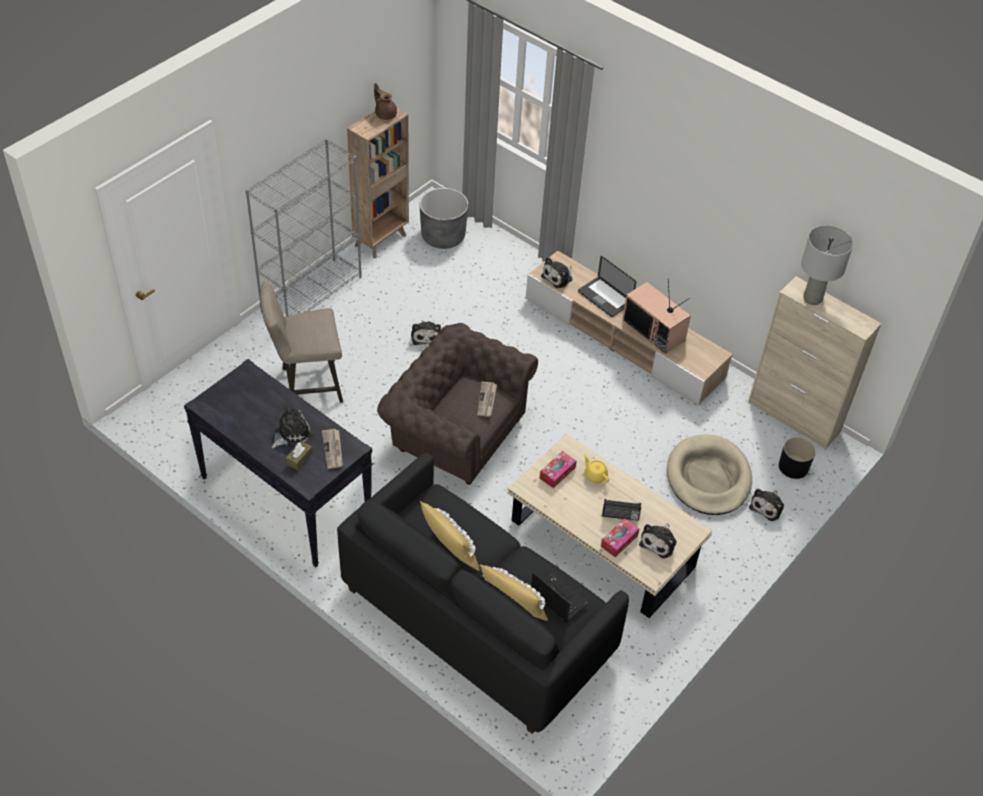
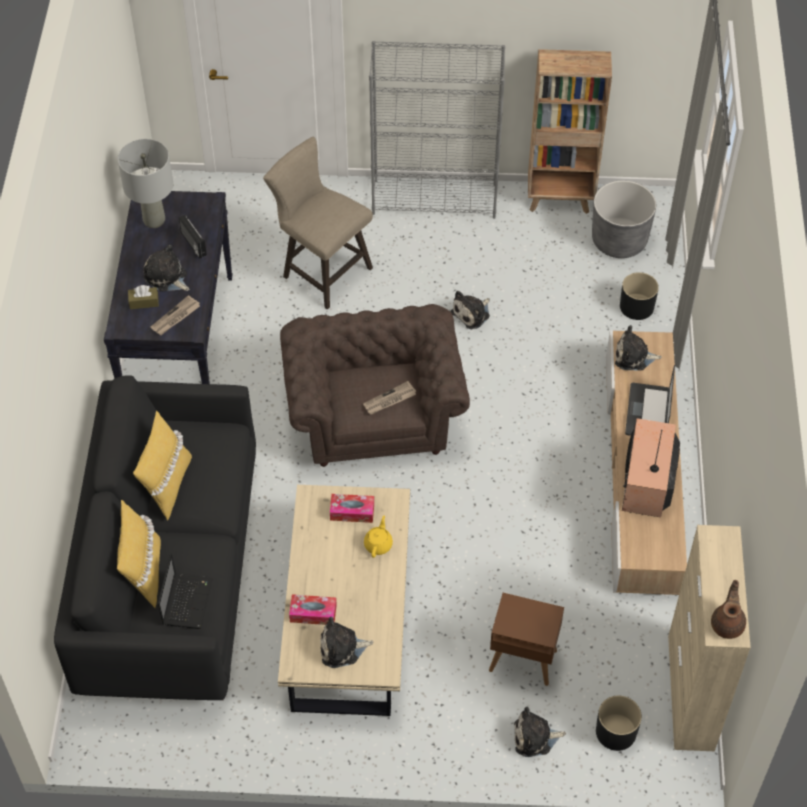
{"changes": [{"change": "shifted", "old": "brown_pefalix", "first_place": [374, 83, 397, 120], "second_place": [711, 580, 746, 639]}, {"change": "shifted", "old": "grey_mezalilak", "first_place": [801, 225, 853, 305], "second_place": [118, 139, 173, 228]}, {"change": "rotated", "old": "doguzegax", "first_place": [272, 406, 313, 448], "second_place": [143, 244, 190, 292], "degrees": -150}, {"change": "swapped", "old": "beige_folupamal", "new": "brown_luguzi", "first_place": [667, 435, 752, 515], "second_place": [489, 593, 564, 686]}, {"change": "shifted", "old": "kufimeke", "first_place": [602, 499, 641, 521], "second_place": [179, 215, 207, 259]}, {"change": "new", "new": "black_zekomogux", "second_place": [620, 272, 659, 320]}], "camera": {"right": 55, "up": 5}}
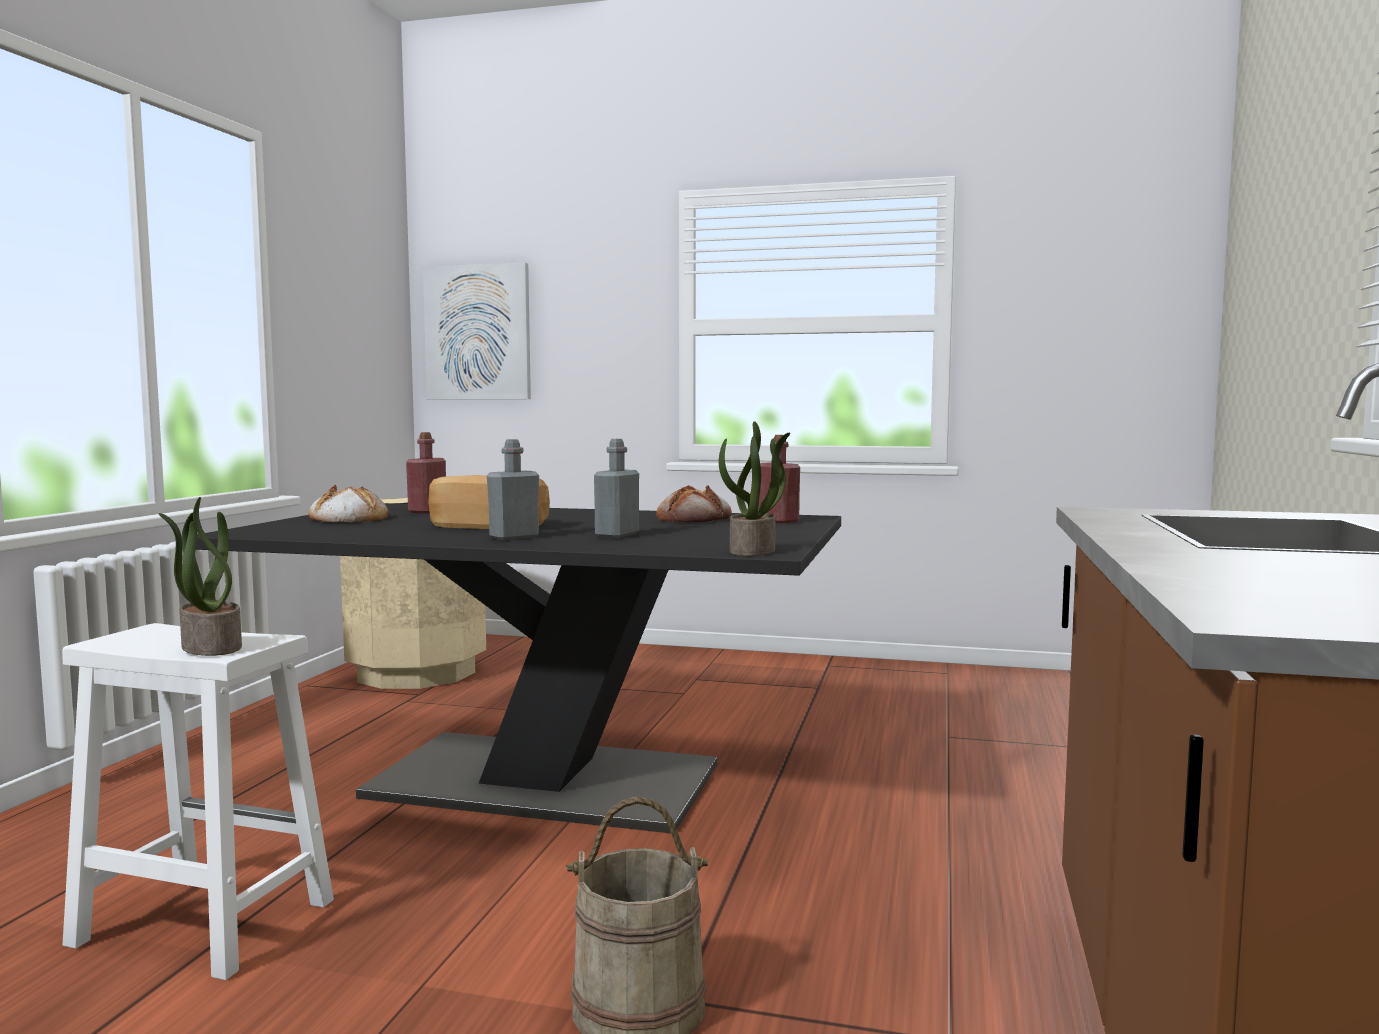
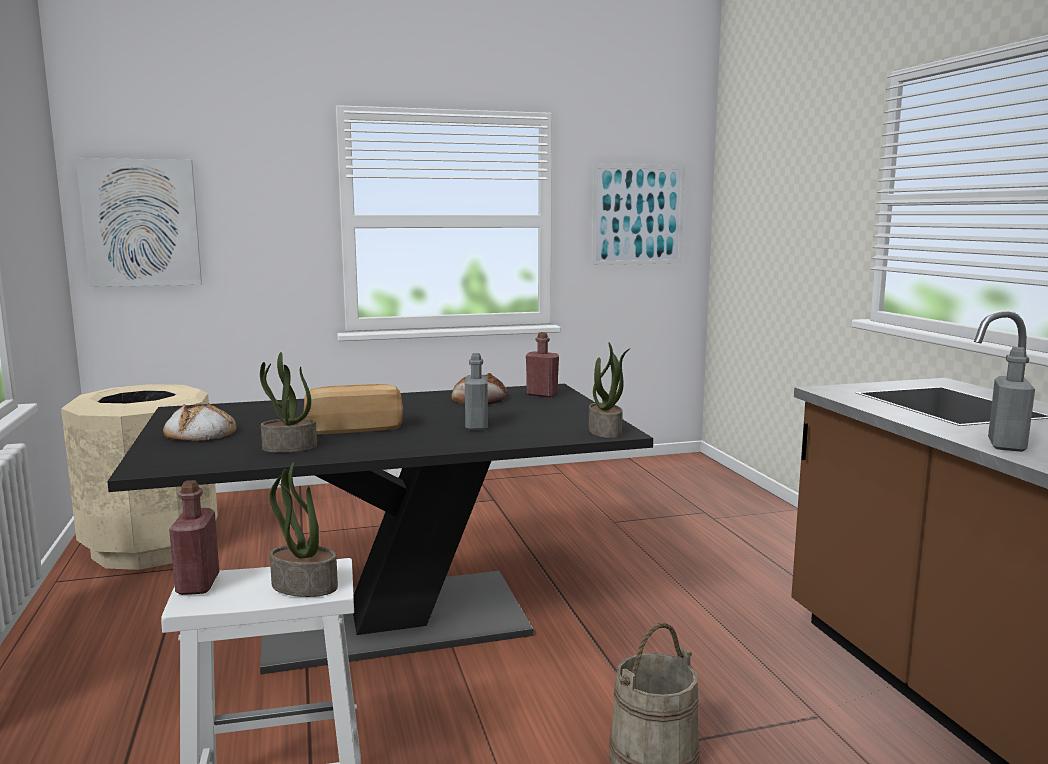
{"changes": [{"change": "shifted", "old": "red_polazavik", "first_place": [406, 432, 446, 514], "second_place": [169, 480, 219, 595]}, {"change": "shifted", "old": "grey_polazavik", "first_place": [487, 439, 539, 540], "second_place": [988, 347, 1035, 452]}, {"change": "new", "new": "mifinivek", "second_place": [592, 164, 685, 265]}, {"change": "new", "new": "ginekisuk", "second_place": [260, 352, 317, 453]}], "camera": {"right": -30, "up": 5}}
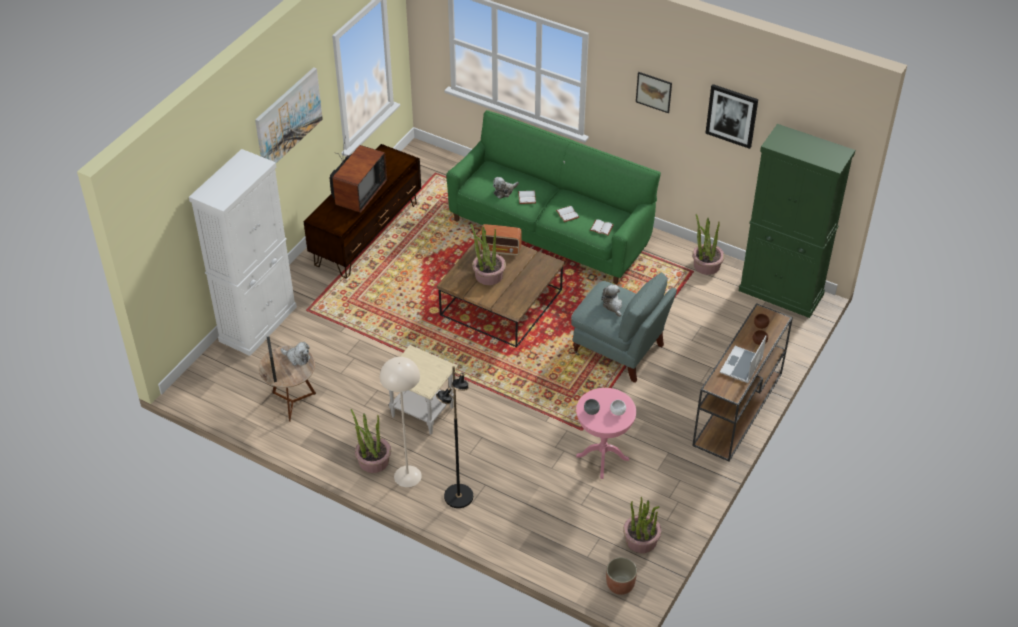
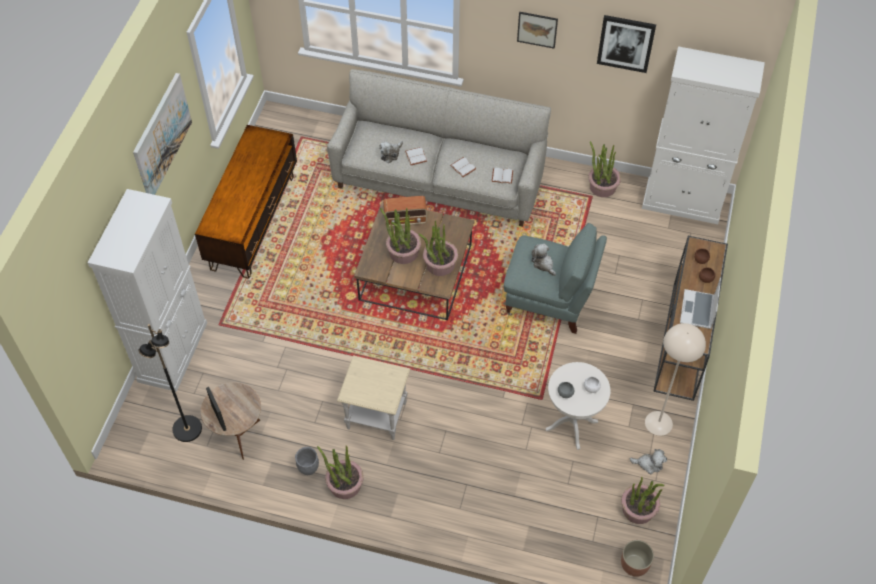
{"changes": [{"change": "repainted", "old": "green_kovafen", "new": "grey_kovafen", "first_place": [446, 110, 661, 284], "second_place": [327, 69, 551, 227]}, {"change": "repainted", "old": "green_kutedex", "new": "white_kutedex", "first_place": [739, 124, 855, 318], "second_place": [642, 46, 765, 224]}, {"change": "gone", "old": "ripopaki", "first_place": [329, 136, 387, 213]}, {"change": "shifted", "old": "doguzegax", "first_place": [280, 342, 311, 366], "second_place": [630, 449, 667, 474]}, {"change": "shifted", "old": "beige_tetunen", "first_place": [380, 357, 422, 487], "second_place": [645, 323, 706, 436]}, {"change": "shifted", "old": "black_tetunen", "first_place": [436, 366, 473, 508], "second_place": [139, 324, 202, 442]}, {"change": "repainted", "old": "pink_luguzi", "new": "white_luguzi", "first_place": [576, 388, 636, 479], "second_place": [545, 362, 610, 450]}, {"change": "new", "new": "ginekisuk", "second_place": [419, 220, 458, 276]}, {"change": "new", "new": "grey_zekomogux", "second_place": [295, 447, 319, 475]}], "camera": {"right": -15, "up": 10}}
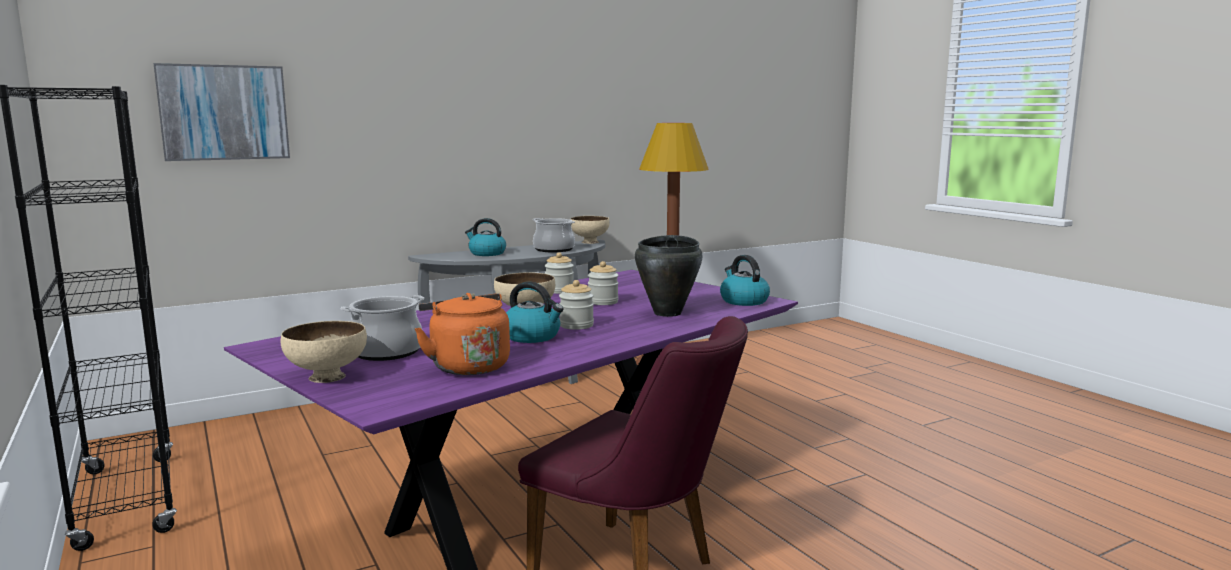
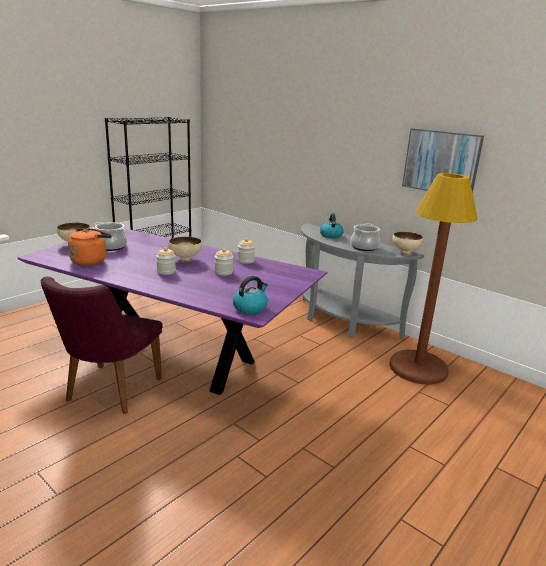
{"changes": [{"change": "shifted", "old": "mifinivek", "first_place": [153, 63, 290, 161], "second_place": [402, 128, 484, 193]}, {"change": "gone", "old": "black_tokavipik", "first_place": [635, 235, 702, 317]}, {"change": "gone", "old": "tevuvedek", "first_place": [506, 282, 564, 343]}], "camera": {"right": 70, "up": 10}}
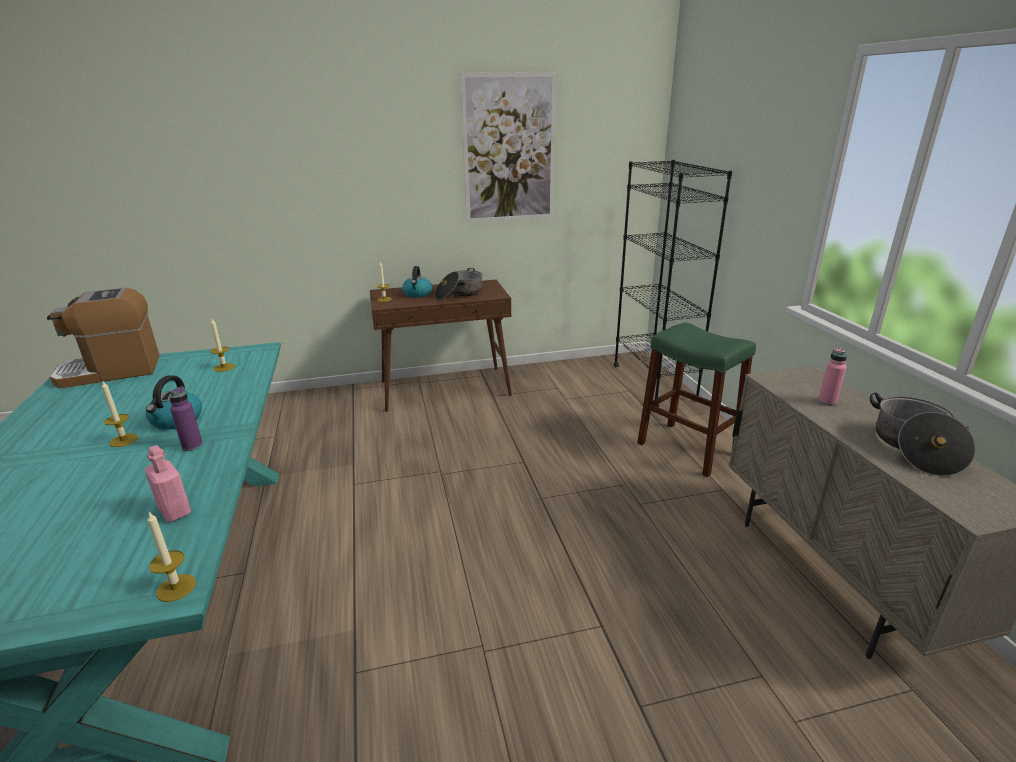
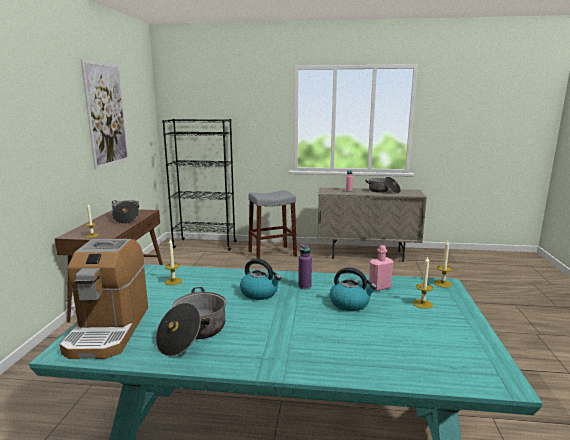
{"changes": [{"change": "shifted", "old": "tevuvedek", "first_place": [402, 266, 432, 298], "second_place": [330, 267, 377, 311]}, {"change": "repainted", "old": "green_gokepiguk", "new": "grey_gokepiguk", "first_place": [637, 322, 756, 477], "second_place": [248, 190, 297, 259]}, {"change": "shifted", "old": "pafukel", "first_place": [102, 380, 138, 447], "second_place": [413, 257, 433, 309]}, {"change": "new", "new": "tokavipik", "second_place": [156, 287, 226, 357]}], "camera": {"right": -70, "up": -10}}
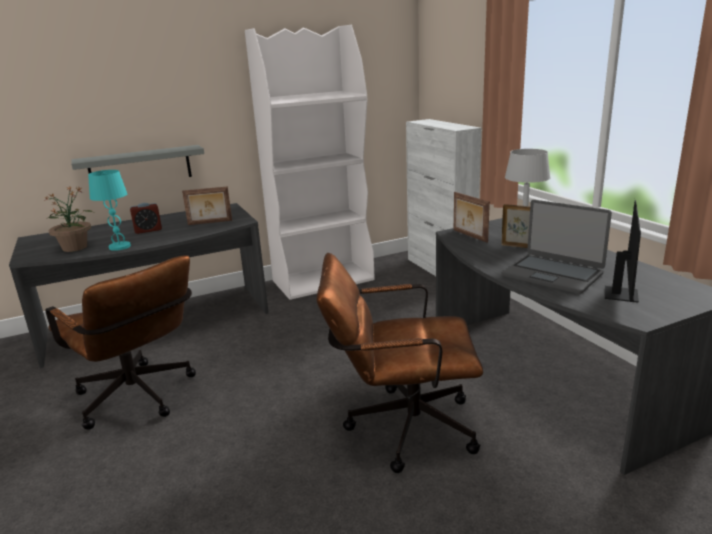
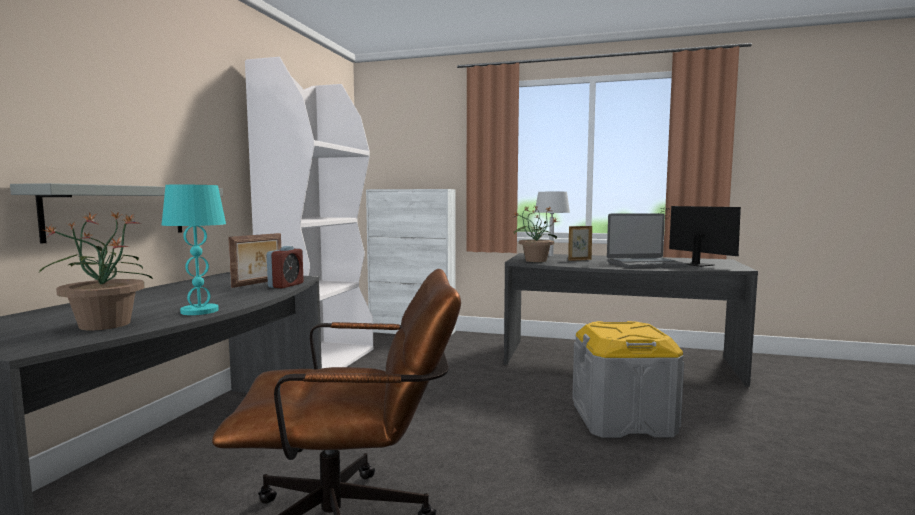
{"changes": [{"change": "swapped", "old": "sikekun", "new": "ginekisuk", "first_place": [454, 192, 490, 243], "second_place": [513, 205, 559, 262]}, {"change": "shifted", "old": "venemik", "first_place": [130, 203, 162, 234], "second_place": [267, 246, 304, 289]}, {"change": "swapped", "old": "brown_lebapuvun", "new": "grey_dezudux", "first_place": [317, 253, 483, 473], "second_place": [572, 321, 684, 438]}], "camera": {"right": -50, "up": -15}}
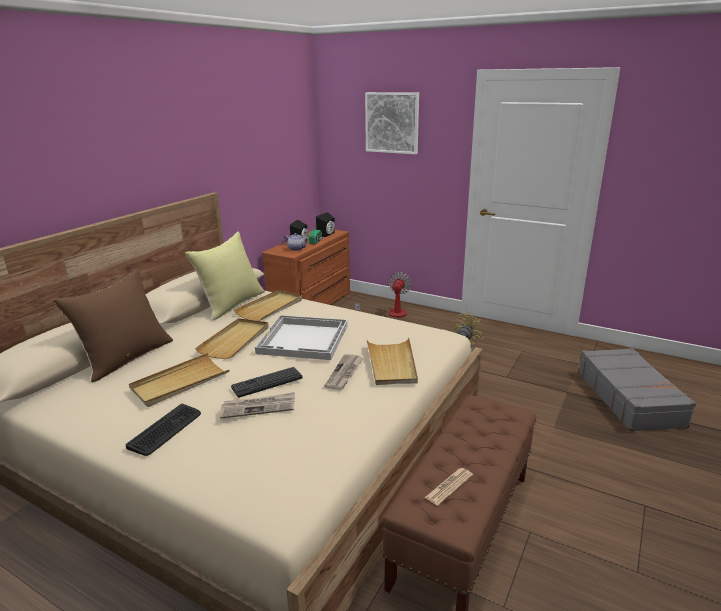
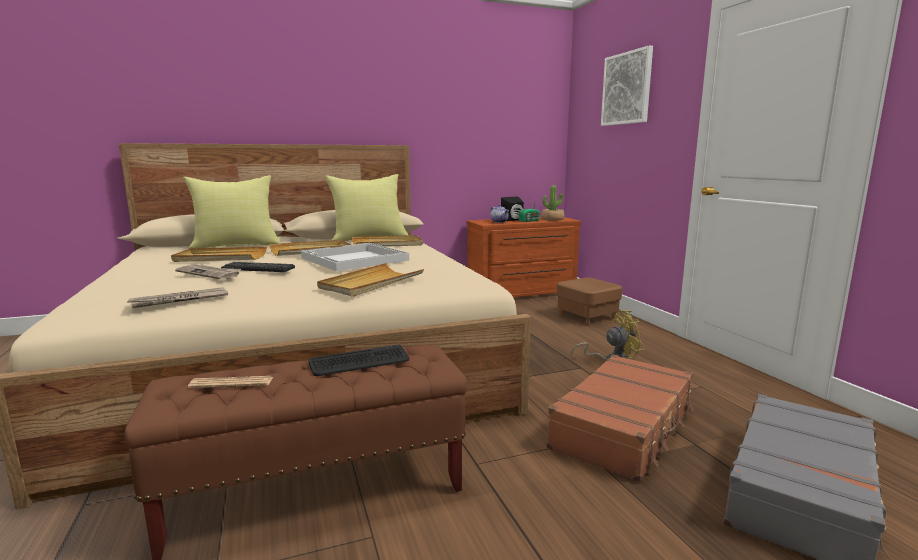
{"changes": [{"change": "swapped", "old": "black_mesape", "new": "ginekisuk", "first_place": [316, 212, 335, 237], "second_place": [541, 185, 564, 221]}, {"change": "repainted", "old": "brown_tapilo", "new": "yellow_tapilo", "first_place": [53, 268, 173, 382], "second_place": [184, 175, 281, 249]}, {"change": "swapped", "old": "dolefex", "new": "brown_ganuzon", "first_place": [355, 272, 412, 319], "second_place": [556, 278, 622, 325]}, {"change": "shifted", "old": "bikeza", "first_place": [324, 354, 364, 390], "second_place": [127, 287, 228, 308]}, {"change": "shifted", "old": "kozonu", "first_place": [126, 404, 201, 456], "second_place": [308, 345, 409, 376]}, {"change": "new", "new": "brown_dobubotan", "second_place": [546, 354, 694, 482]}], "camera": {"right": 40, "up": -10}}
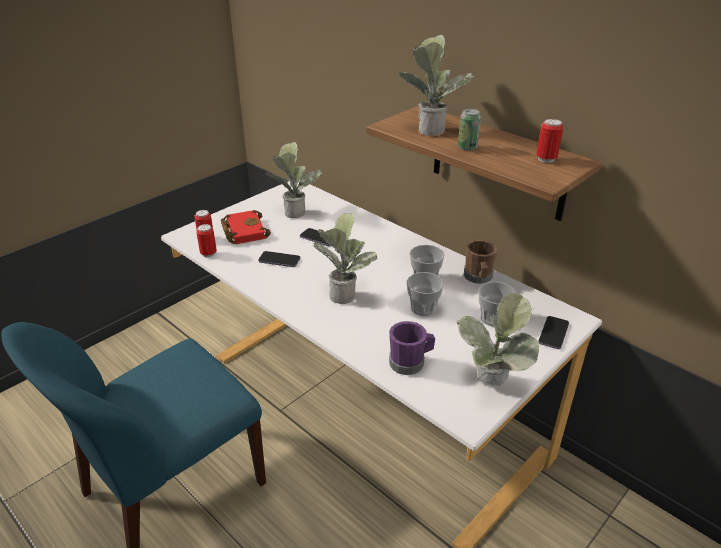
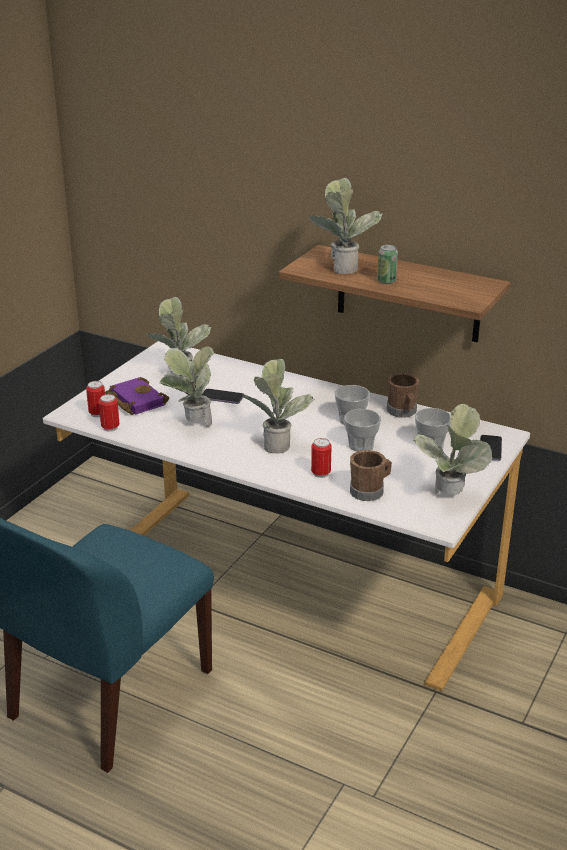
{"changes": [{"change": "shifted", "old": "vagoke", "first_place": [536, 118, 564, 163], "second_place": [311, 438, 332, 478]}, {"change": "repainted", "old": "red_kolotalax", "new": "purple_kolotalax", "first_place": [221, 210, 271, 244], "second_place": [105, 377, 169, 415]}, {"change": "swapped", "old": "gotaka", "new": "ginekisuk", "first_place": [258, 251, 300, 267], "second_place": [159, 346, 214, 427]}, {"change": "repainted", "old": "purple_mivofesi", "new": "brown_mivofesi", "first_place": [389, 321, 435, 375], "second_place": [350, 450, 392, 501]}], "camera": {"right": -15, "up": -5}}
